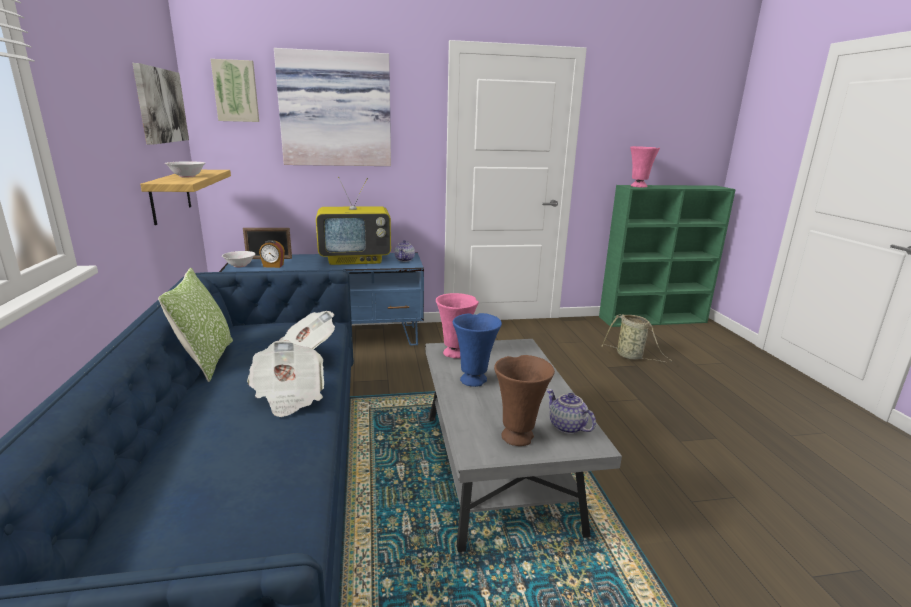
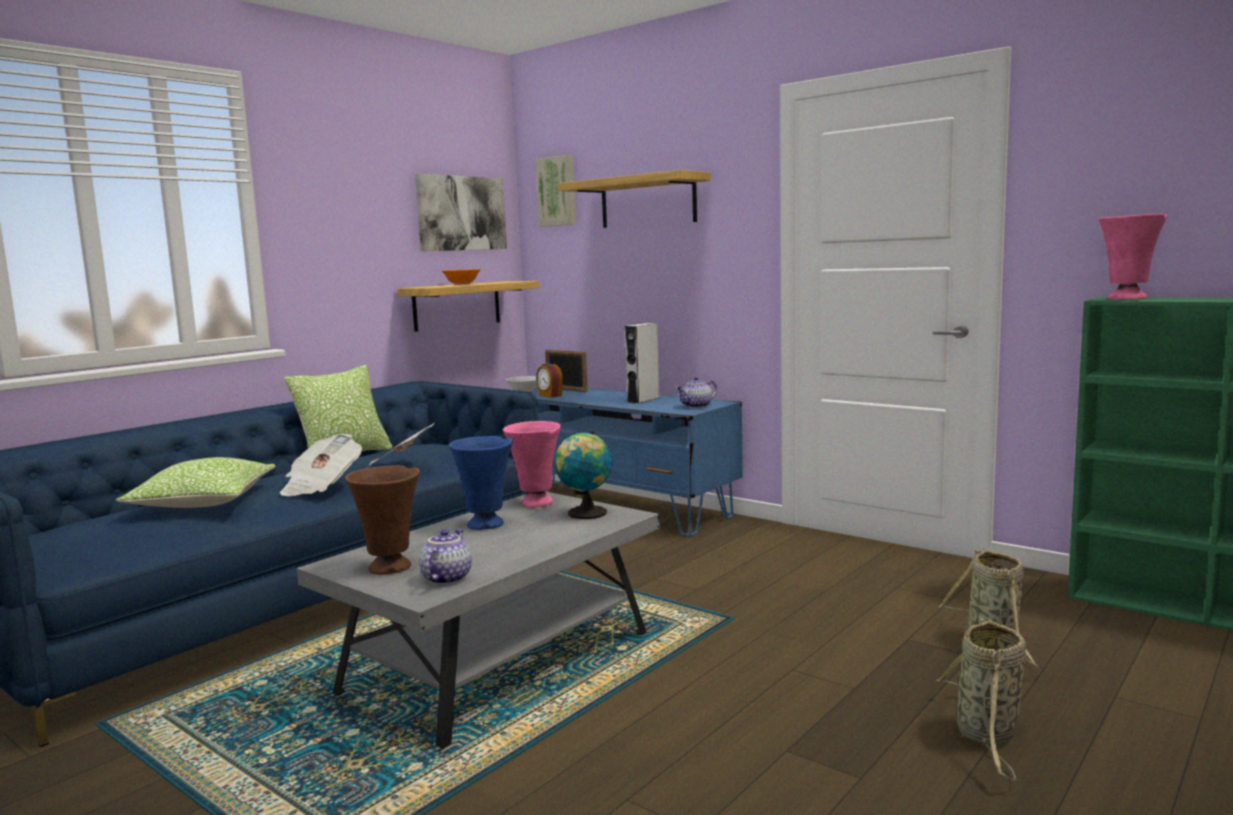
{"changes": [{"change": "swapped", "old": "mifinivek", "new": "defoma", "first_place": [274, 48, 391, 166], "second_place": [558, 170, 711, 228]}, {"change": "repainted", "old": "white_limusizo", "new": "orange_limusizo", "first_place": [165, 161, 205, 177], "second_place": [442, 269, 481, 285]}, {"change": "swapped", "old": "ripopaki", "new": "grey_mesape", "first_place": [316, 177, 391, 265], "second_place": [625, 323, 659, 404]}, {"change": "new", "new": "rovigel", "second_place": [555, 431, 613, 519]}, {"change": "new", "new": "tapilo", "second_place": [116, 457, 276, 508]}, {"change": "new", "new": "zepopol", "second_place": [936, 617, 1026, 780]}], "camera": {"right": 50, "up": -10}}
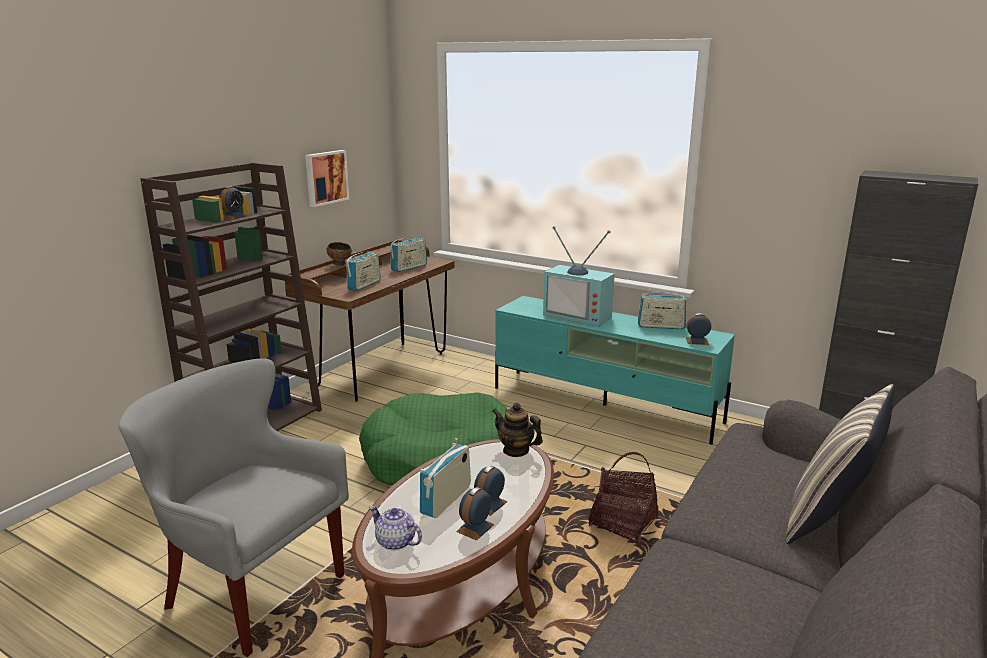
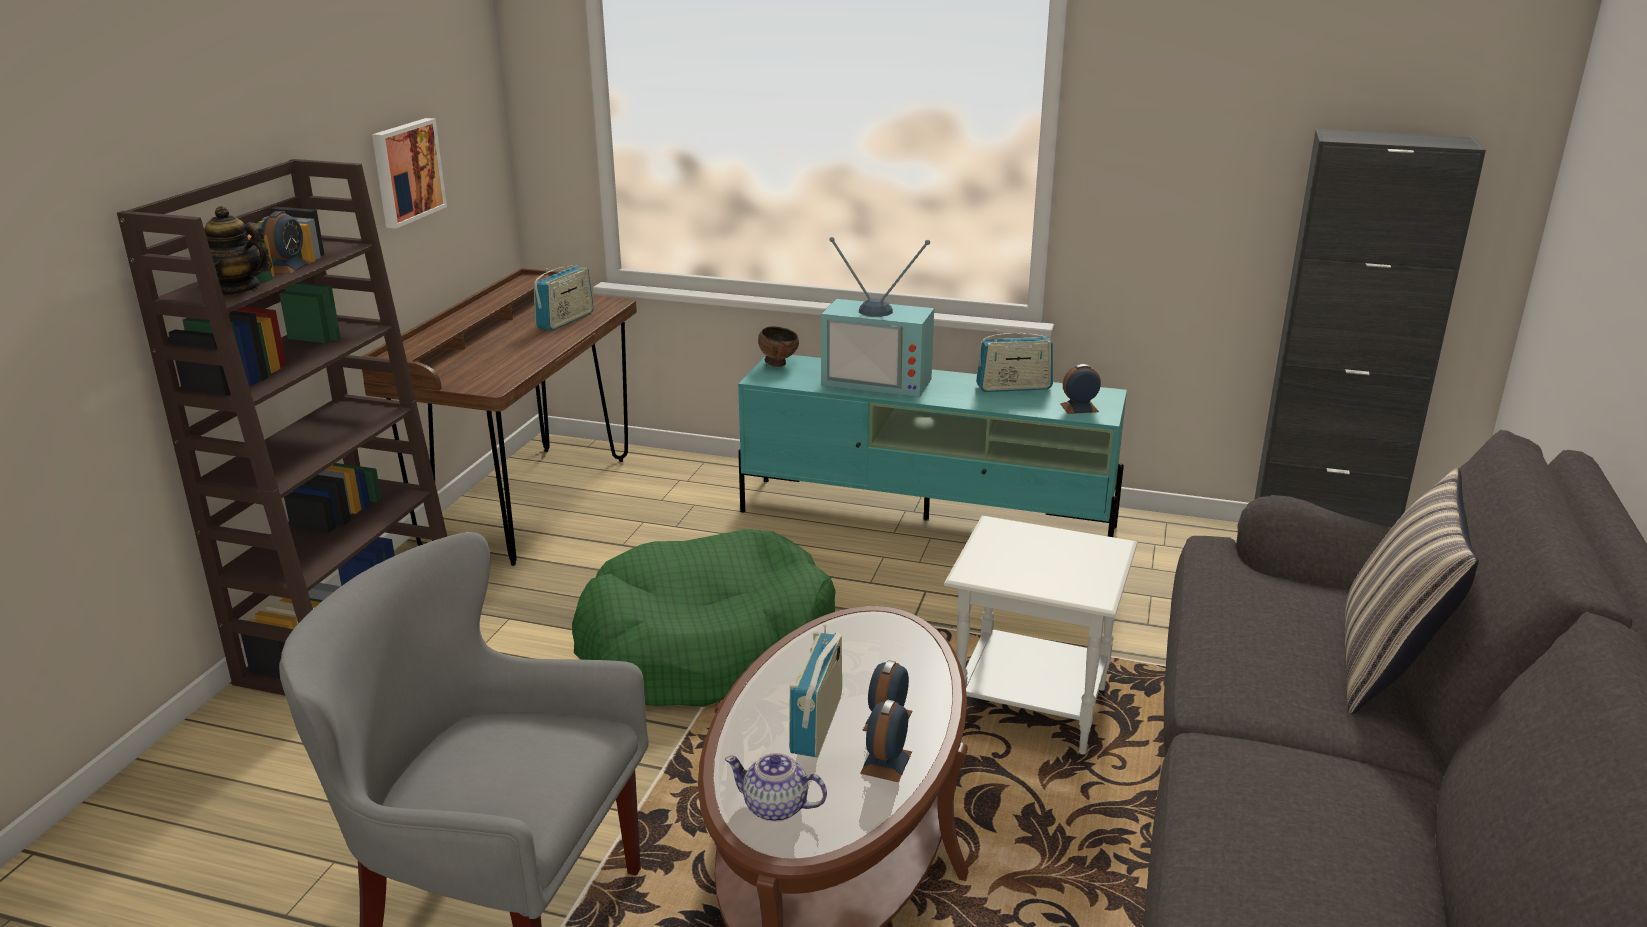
{"changes": [{"change": "shifted", "old": "brown_limusizo", "first_place": [327, 242, 352, 266], "second_place": [758, 326, 799, 367]}, {"change": "gone", "old": "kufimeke", "first_place": [346, 252, 381, 291]}, {"change": "shifted", "old": "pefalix", "first_place": [492, 403, 543, 457], "second_place": [205, 206, 272, 295]}, {"change": "swapped", "old": "zepopol", "new": "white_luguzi", "first_place": [589, 452, 658, 543], "second_place": [944, 516, 1138, 754]}], "camera": {"right": -15, "up": 5}}
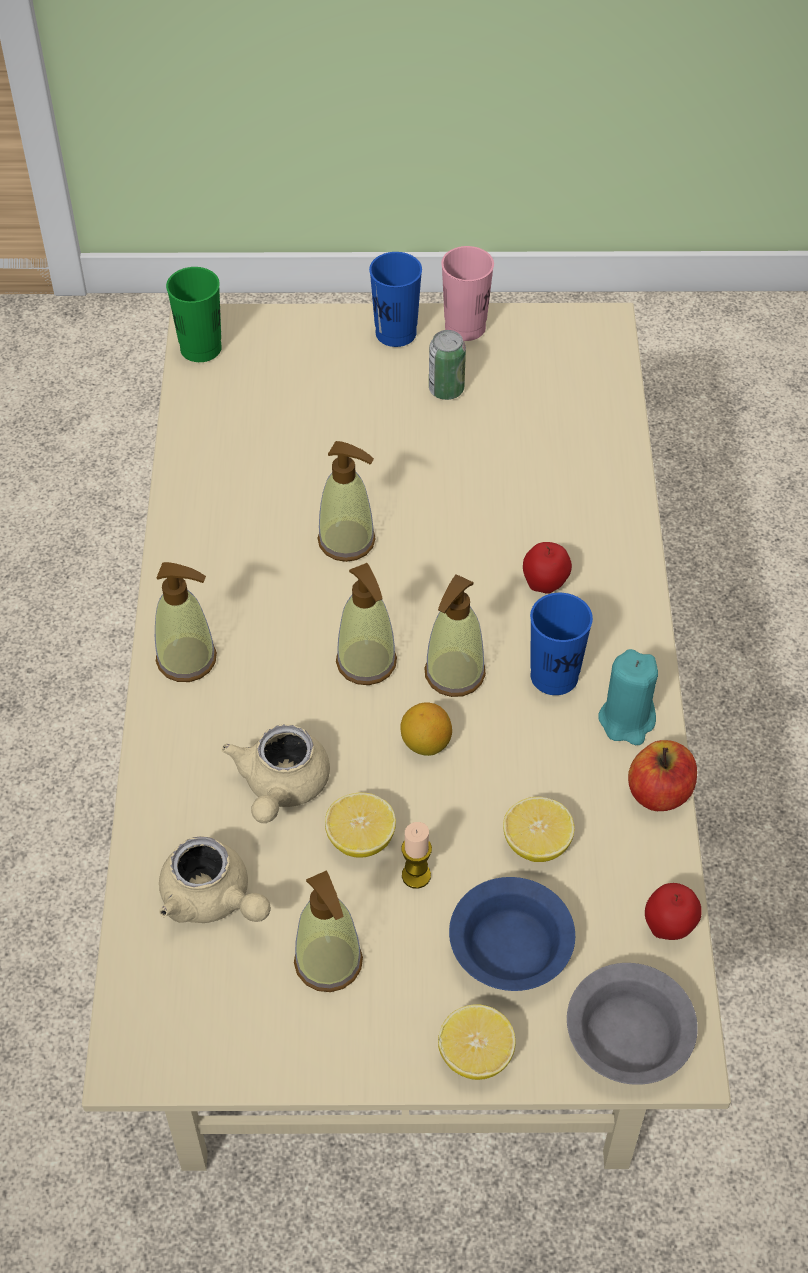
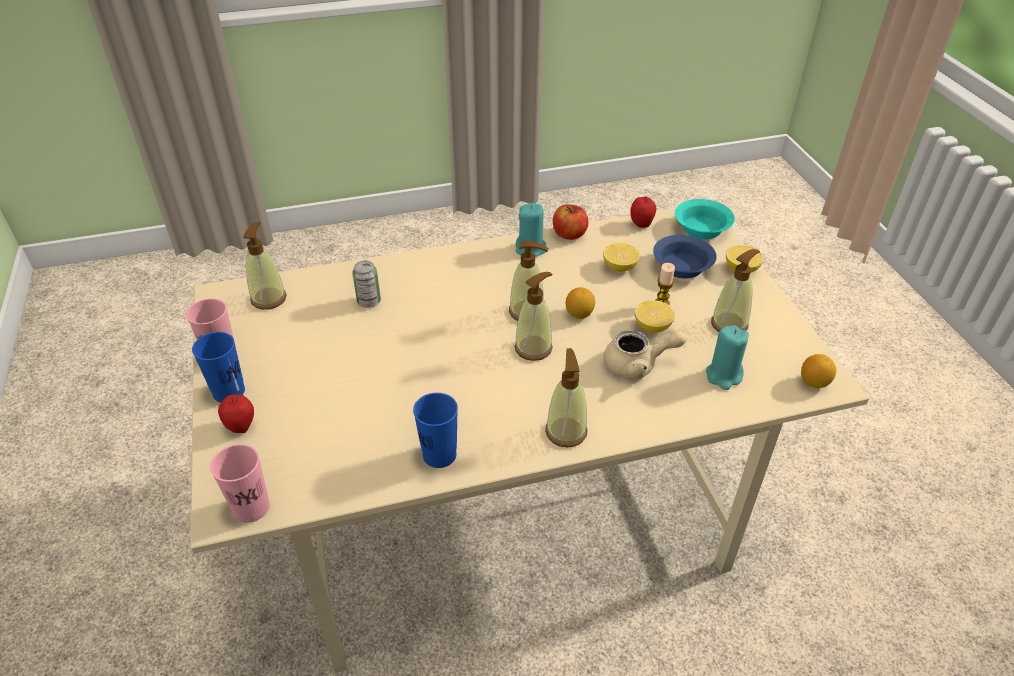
{"changes": [{"change": "repainted", "old": "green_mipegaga", "new": "pink_mipegaga", "first_place": [166, 267, 222, 362], "second_place": [210, 444, 270, 523]}, {"change": "shifted", "old": "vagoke", "first_place": [429, 330, 466, 400], "second_place": [352, 261, 381, 308]}, {"change": "shifted", "old": "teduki", "first_place": [318, 441, 376, 562], "second_place": [243, 222, 287, 310]}, {"change": "shifted", "old": "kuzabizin", "first_place": [523, 542, 572, 594], "second_place": [218, 394, 254, 433]}, {"change": "shifted", "old": "blue_mipegaga", "first_place": [530, 593, 593, 695], "second_place": [413, 393, 458, 468]}, {"change": "swapped", "old": "beige_pefalix", "new": "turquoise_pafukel", "first_place": [159, 836, 271, 923], "second_place": [706, 325, 749, 390]}, {"change": "repainted", "old": "grey_limusizo", "new": "turquoise_limusizo", "first_place": [567, 963, 698, 1085], "second_place": [675, 199, 735, 239]}, {"change": "new", "new": "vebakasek", "second_place": [801, 354, 836, 388]}], "camera": {"right": -105, "up": -10}}
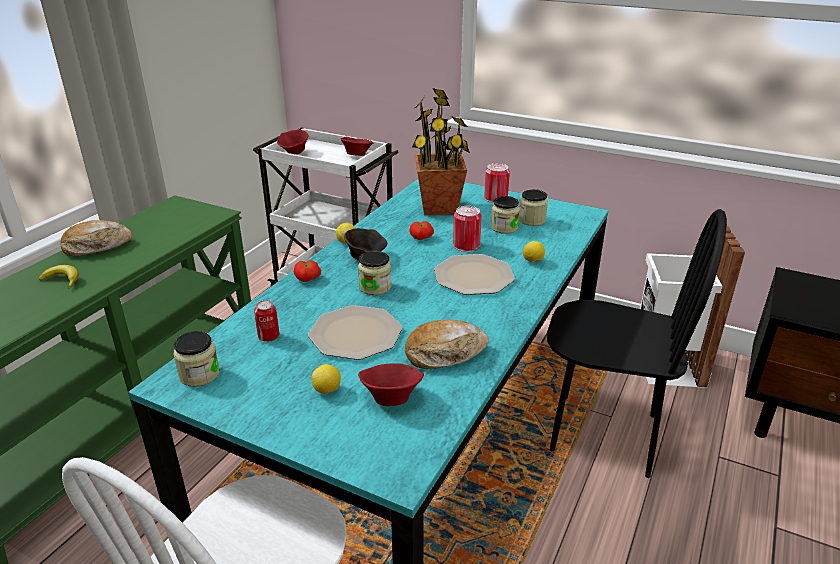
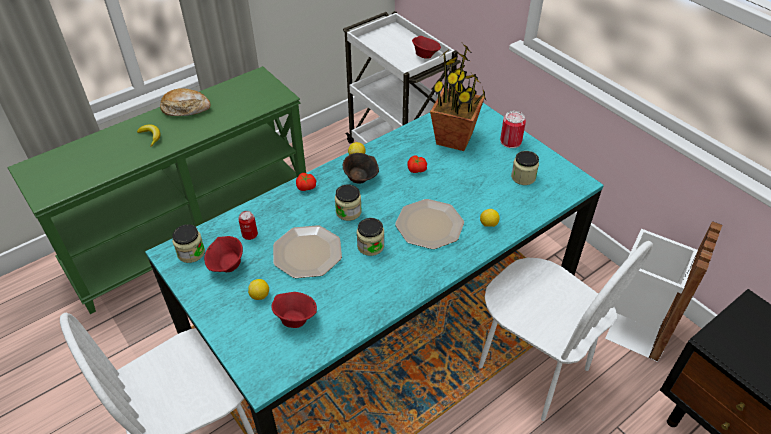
{"changes": [{"change": "shifted", "old": "red_limusizo", "first_place": [277, 130, 308, 155], "second_place": [204, 236, 243, 272]}, {"change": "shifted", "old": "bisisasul", "first_place": [491, 196, 520, 234], "second_place": [357, 218, 384, 256]}, {"change": "gone", "old": "vagoke", "first_place": [453, 206, 482, 252]}, {"change": "repainted", "old": "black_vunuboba", "new": "white_vunuboba", "first_place": [547, 209, 727, 478], "second_place": [479, 241, 653, 421]}, {"change": "gone", "old": "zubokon", "first_place": [405, 320, 489, 369]}], "camera": {"right": 25, "up": 15}}
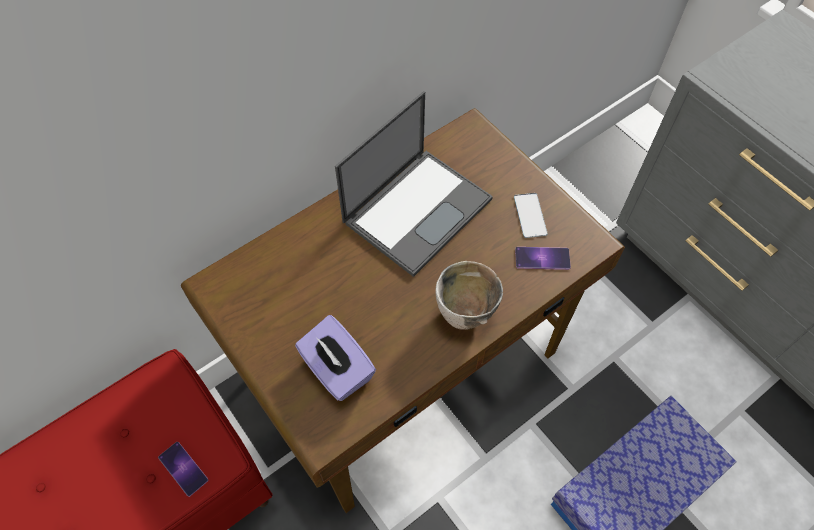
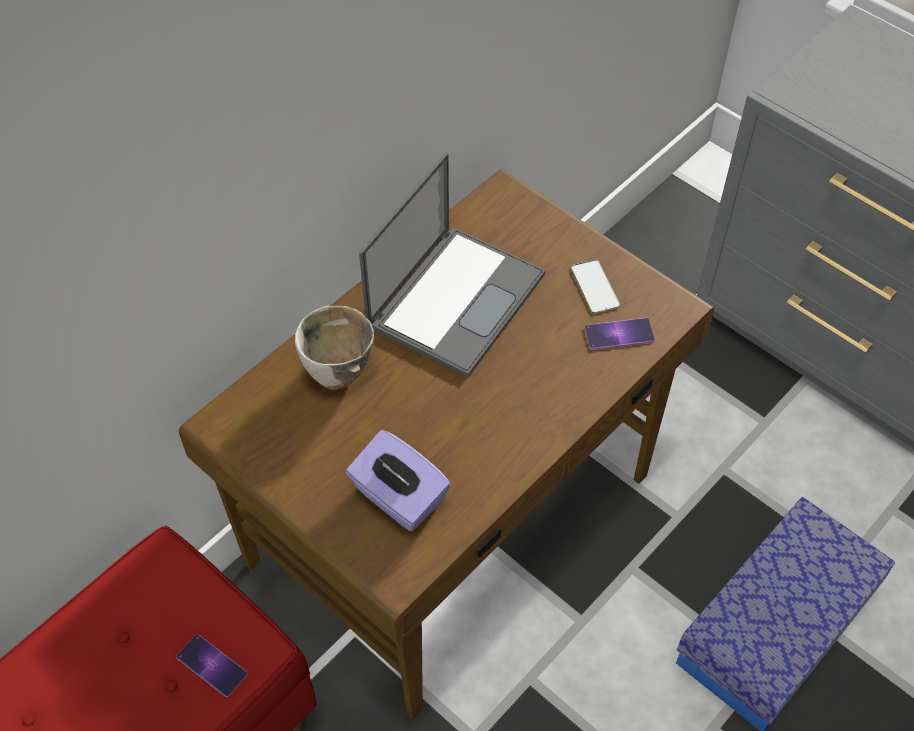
{"changes": [{"change": "shifted", "old": "limusizo", "first_place": [435, 261, 503, 330], "second_place": [295, 305, 374, 390]}], "camera": {"right": -10, "up": -5}}
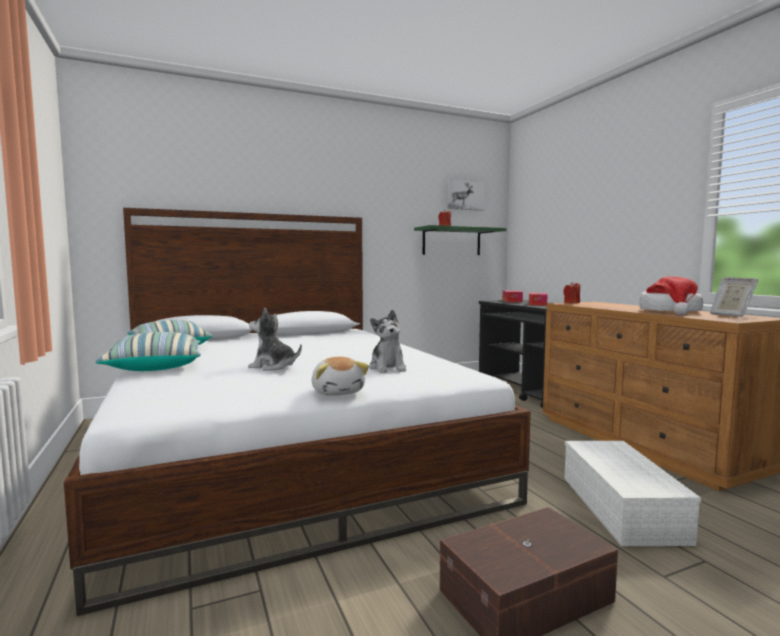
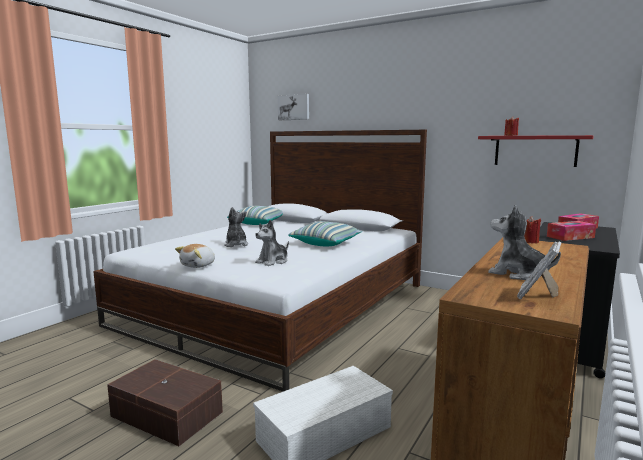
{"changes": [{"change": "shifted", "old": "mifinivek", "first_place": [448, 179, 485, 211], "second_place": [278, 94, 309, 120]}, {"change": "repainted", "old": "green_defoma", "new": "red_defoma", "first_place": [414, 225, 507, 255], "second_place": [478, 135, 594, 167]}, {"change": "swapped", "old": "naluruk", "new": "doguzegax", "first_place": [639, 276, 703, 315], "second_place": [488, 205, 561, 280]}, {"change": "shifted", "old": "tapilo", "first_place": [96, 332, 201, 371], "second_place": [288, 221, 363, 246]}], "camera": {"right": 55, "up": 5}}
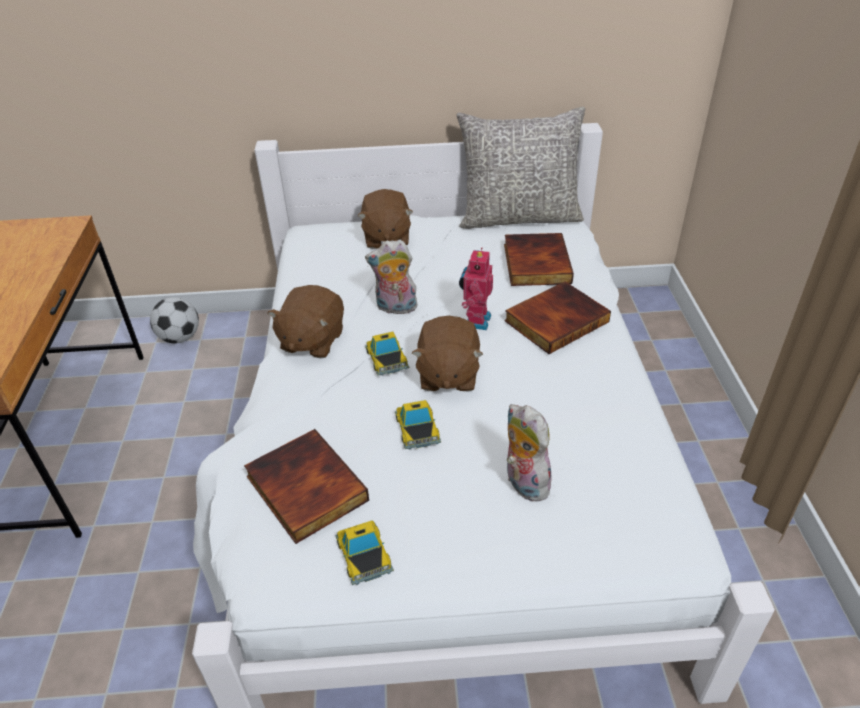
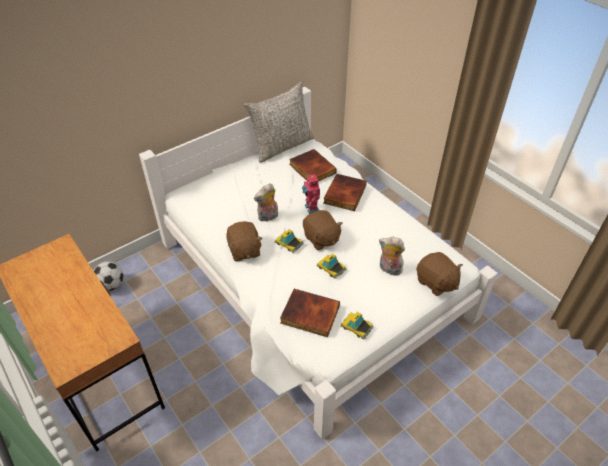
{"changes": [{"change": "shifted", "old": "brown_doguzegax", "first_place": [358, 189, 413, 249], "second_place": [416, 252, 463, 296]}], "camera": {"right": -35, "up": 5}}
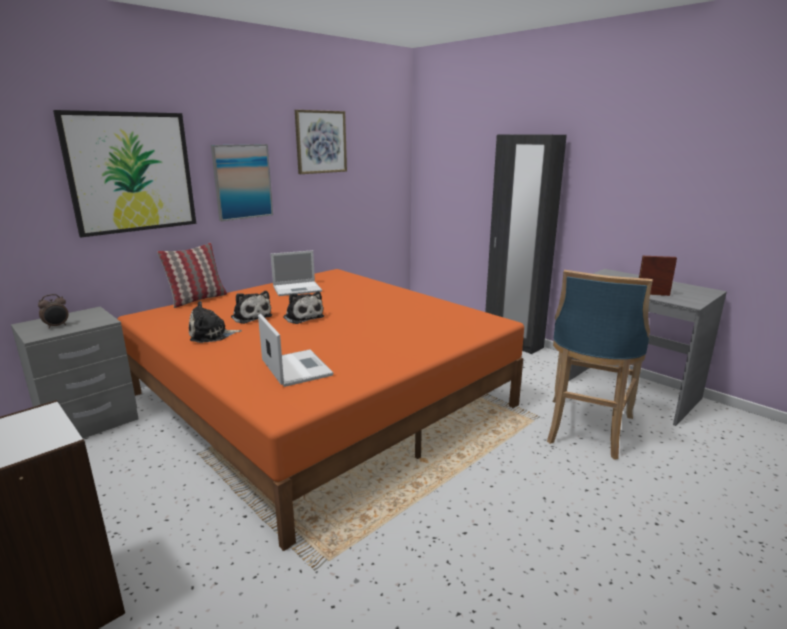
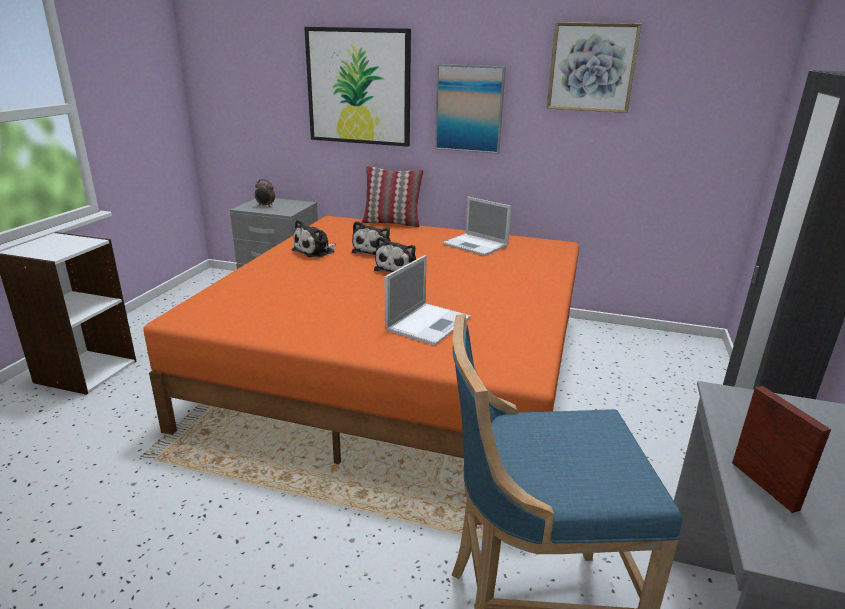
{"changes": [{"change": "rotated", "old": "doguzegax", "first_place": [189, 301, 242, 343], "second_place": [292, 219, 336, 257], "degrees": -90}, {"change": "shifted", "old": "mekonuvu", "first_place": [258, 314, 333, 387], "second_place": [385, 255, 471, 346]}], "camera": {"right": 60, "up": 5}}
